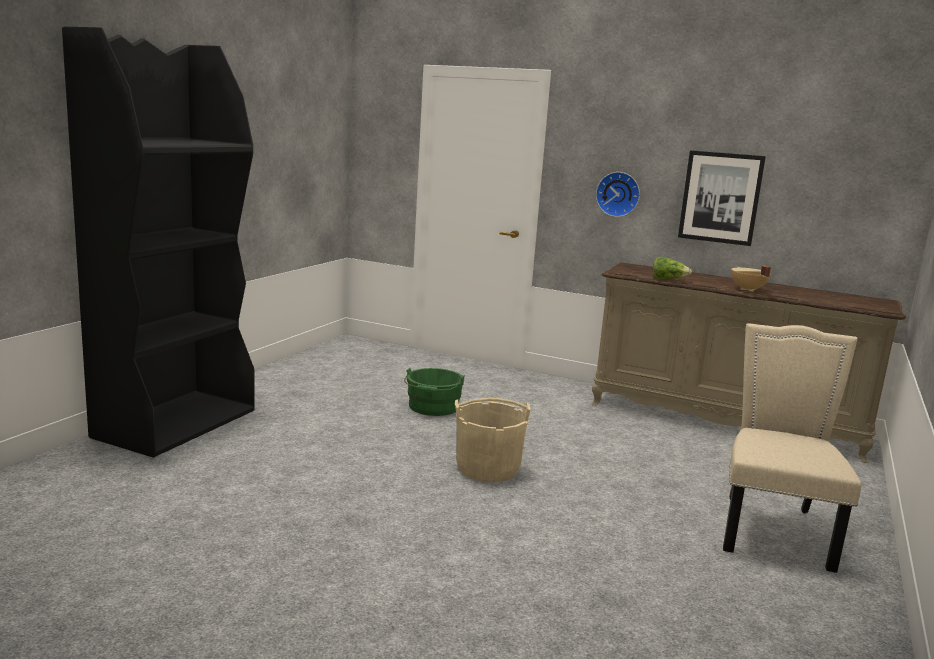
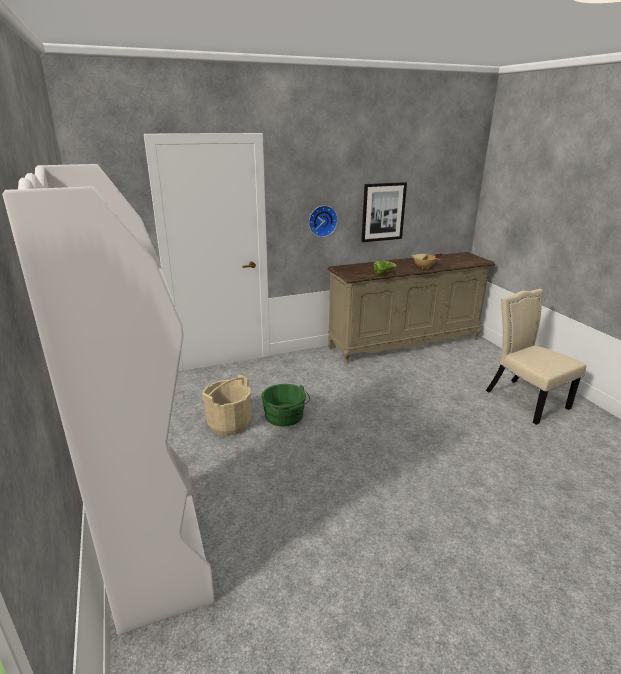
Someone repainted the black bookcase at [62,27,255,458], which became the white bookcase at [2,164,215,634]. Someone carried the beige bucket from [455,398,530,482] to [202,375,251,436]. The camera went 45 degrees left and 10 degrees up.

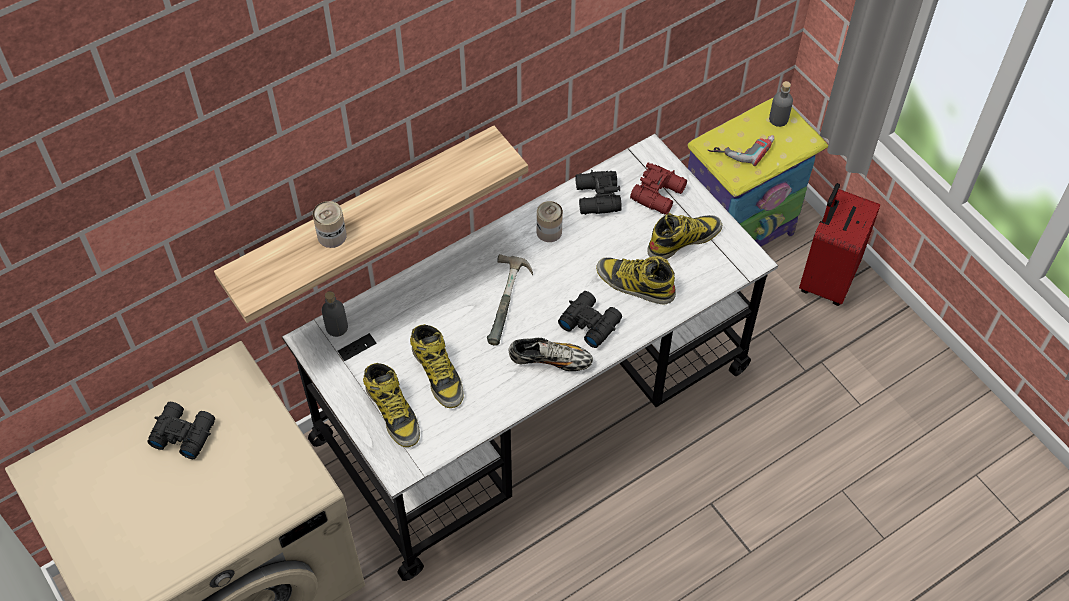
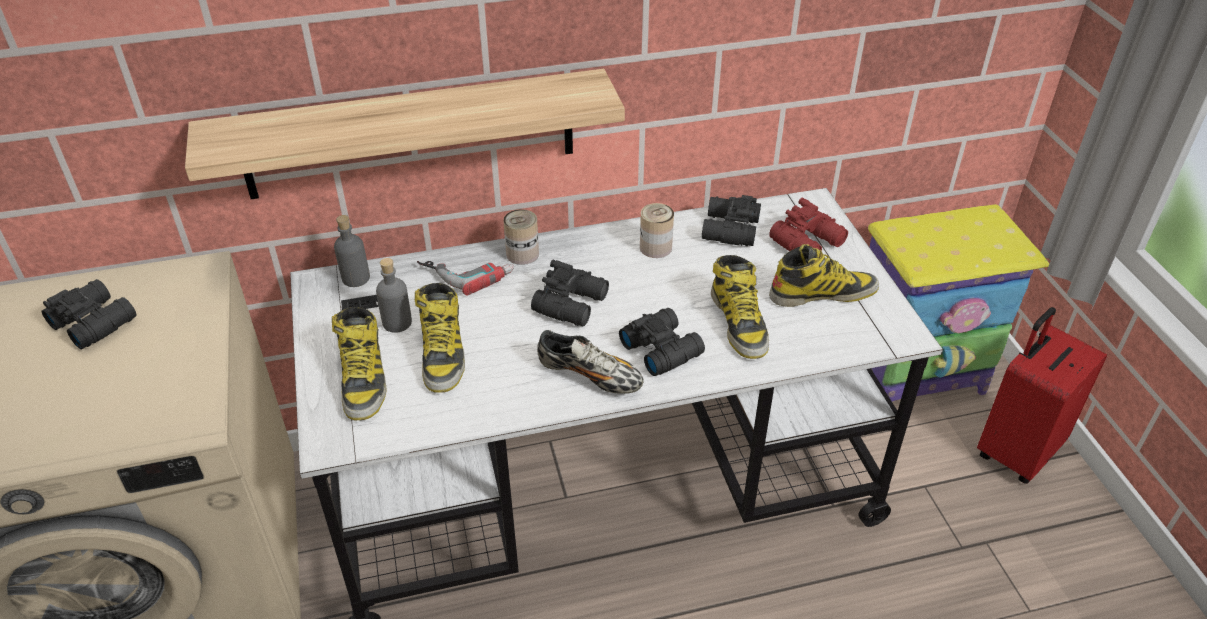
Someone carried the grey bottle from [769,81,793,127] to [376,258,412,333]. Someone carried the power drill from [708,135,774,166] to [417,261,514,295]. Someone carried the can from [313,201,347,248] to [503,209,539,265]. Someone swapped the hammer at [487,254,533,346] for the black binoculars at [531,260,609,326]. Someone rotated the boot at [596,256,676,304] by 150 degrees counterclockwise. The camera went 20 degrees right and 15 degrees down.

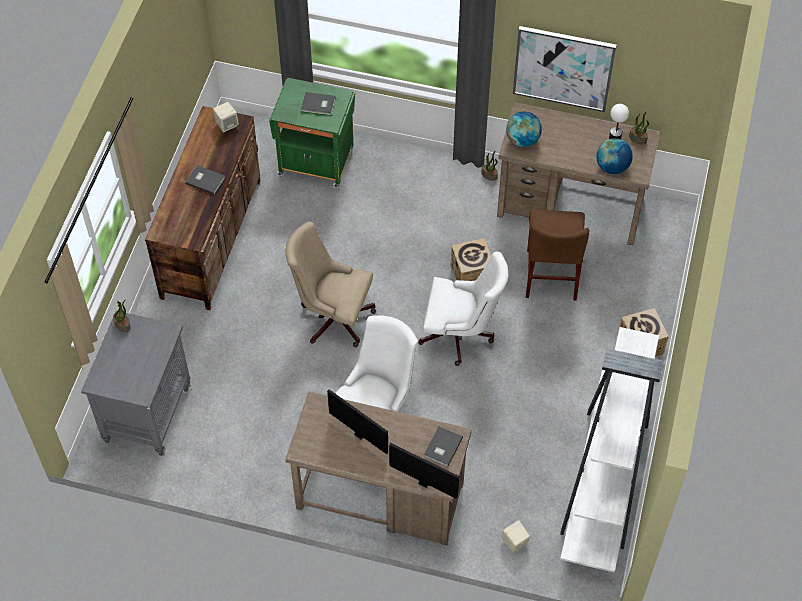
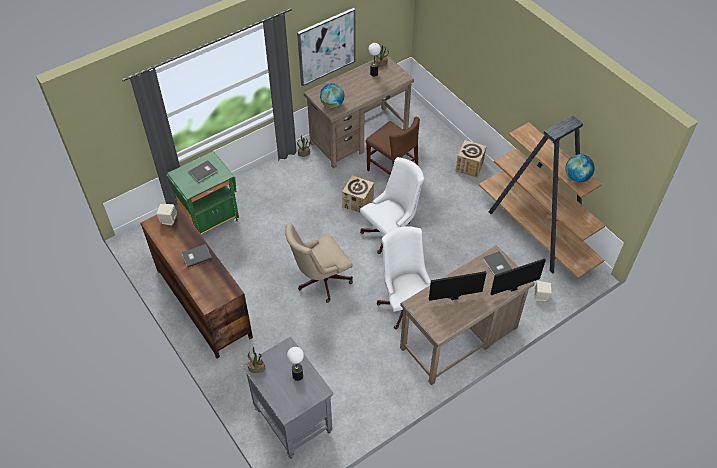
Someone carried the globe from [596,138,633,174] to [565,154,595,182]. Someone repainted the white bookcase at [560,327,664,572], which became the brown bookcase at [479,115,605,278]. Someone put down the table lamp at [287,347,304,381]. The camera went 50 degrees left and 5 degrees down.

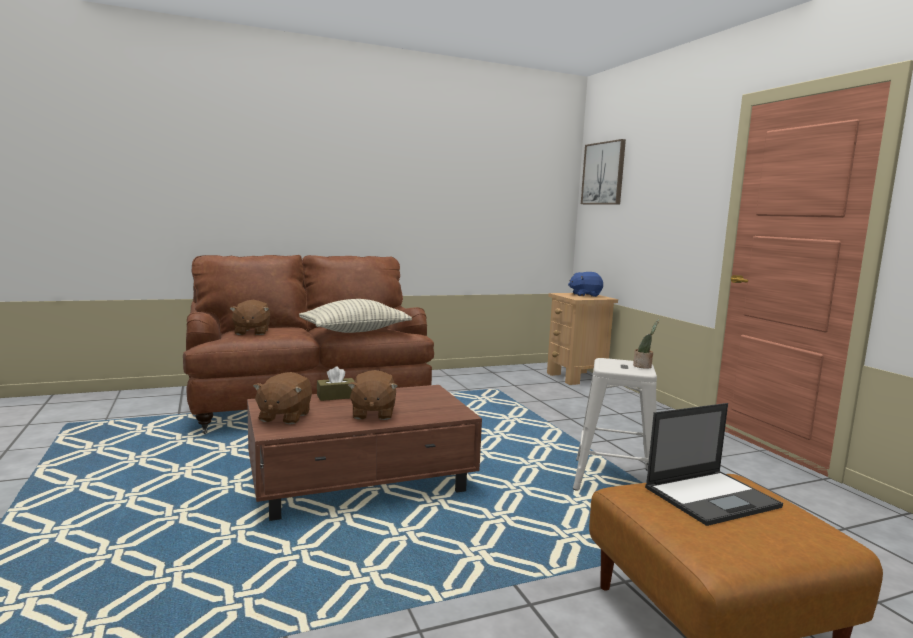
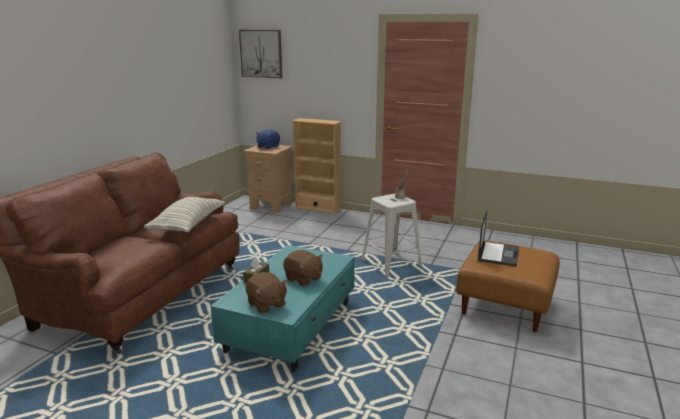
Someone took away the brown plush toy at [230,300,270,335]. Someone repainted the brown coffee table at [247,385,482,521], which became the turquoise coffee table at [210,245,355,372]. Someone put down the beige bookcase at [292,118,342,214]. The camera went 45 degrees left and 10 degrees up.

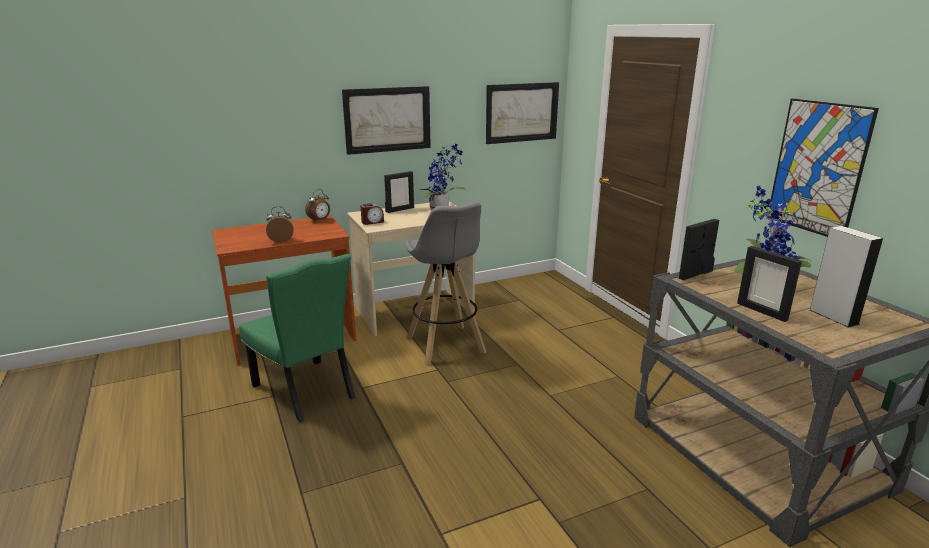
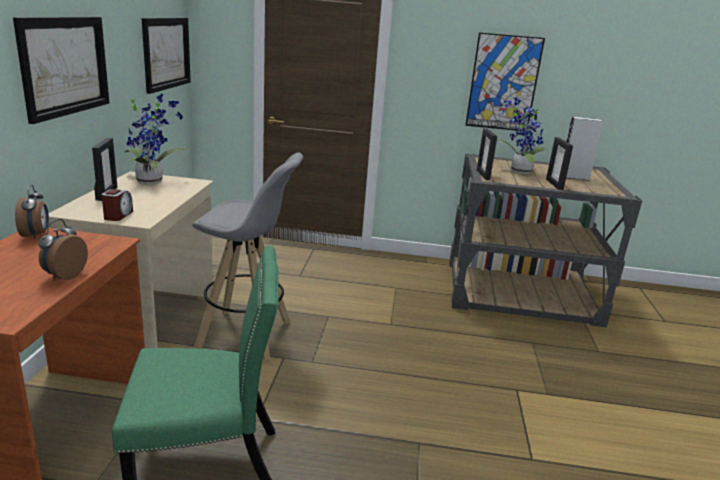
Someone rotated the picture frame at [737,246,802,322] by 90 degrees clockwise. The camera went 60 degrees left and 0 degrees up.

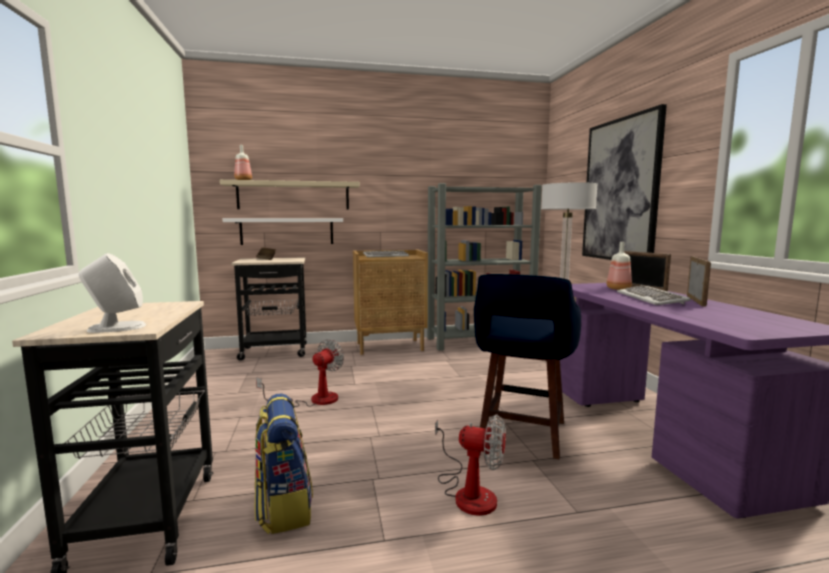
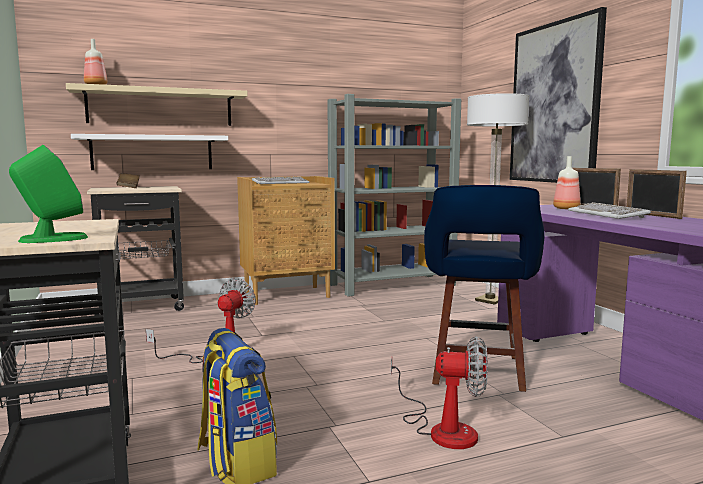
Someone repainted the white speaker at [79,253,146,333], which became the green speaker at [9,145,88,243]. Someone rotated the picture frame at [687,256,711,307] by 150 degrees clockwise. The camera went 10 degrees left and 0 degrees up.

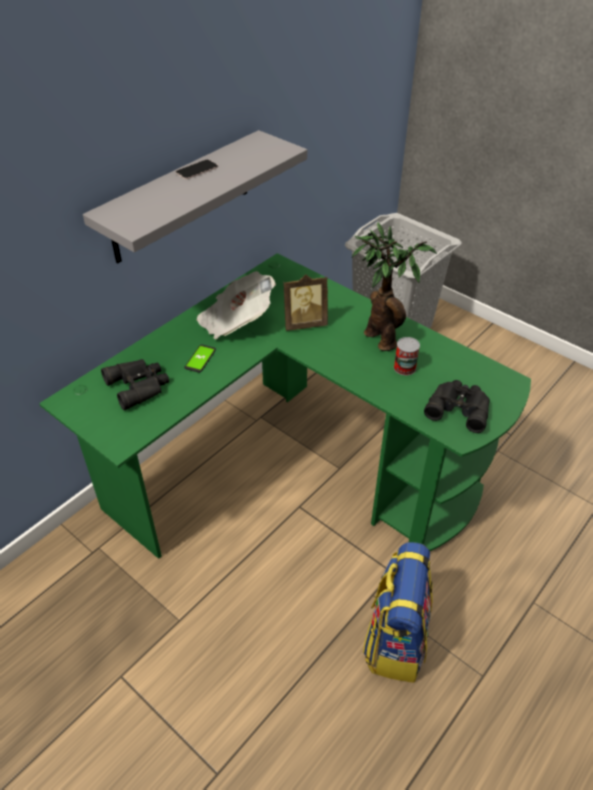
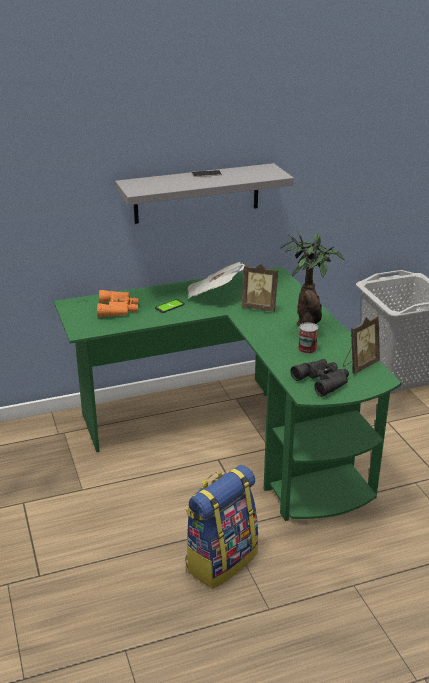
Someone repainted the black binoculars at [101,359,169,410], which became the orange binoculars at [97,290,139,317]. Someone put down the picture frame at [343,316,380,374]. The camera went 30 degrees right and 15 degrees down.

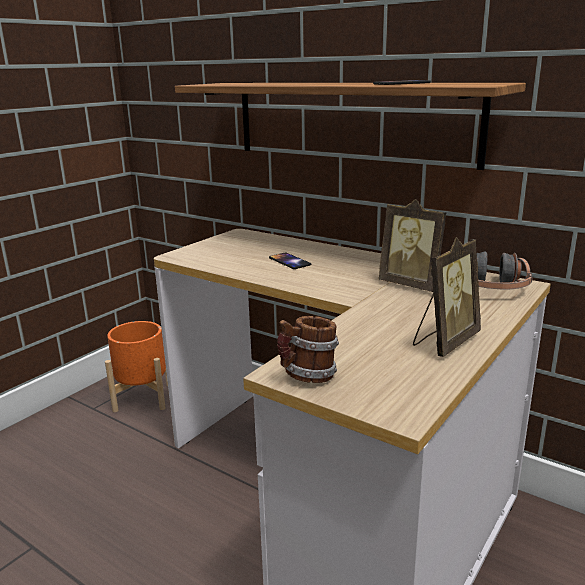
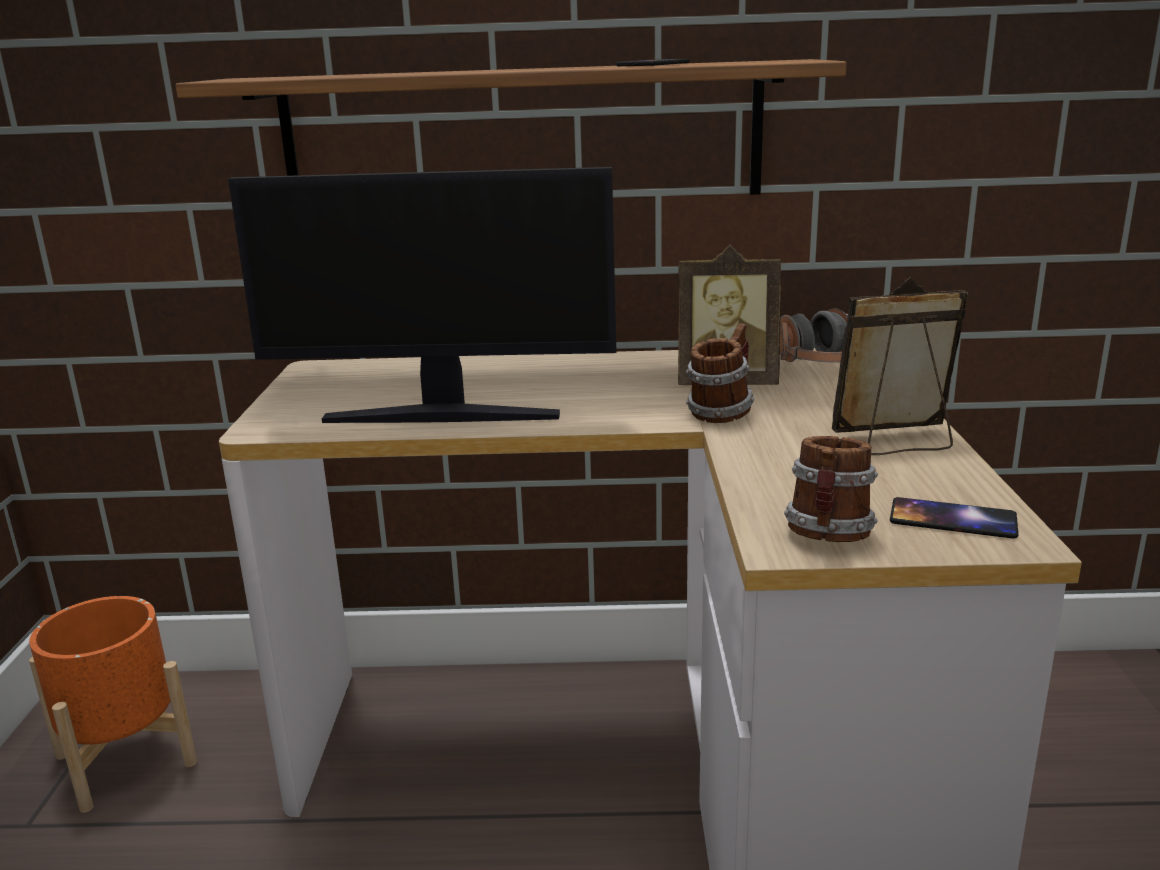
Someone rotated the picture frame at [413,237,481,357] by 105 degrees counterclockwise. Someone carried the phone from [269,252,311,269] to [890,497,1018,539]. Someone put down the monitor at [228,167,616,423]. Someone put down the mug at [686,323,754,423]. The camera went 35 degrees left and 0 degrees up.

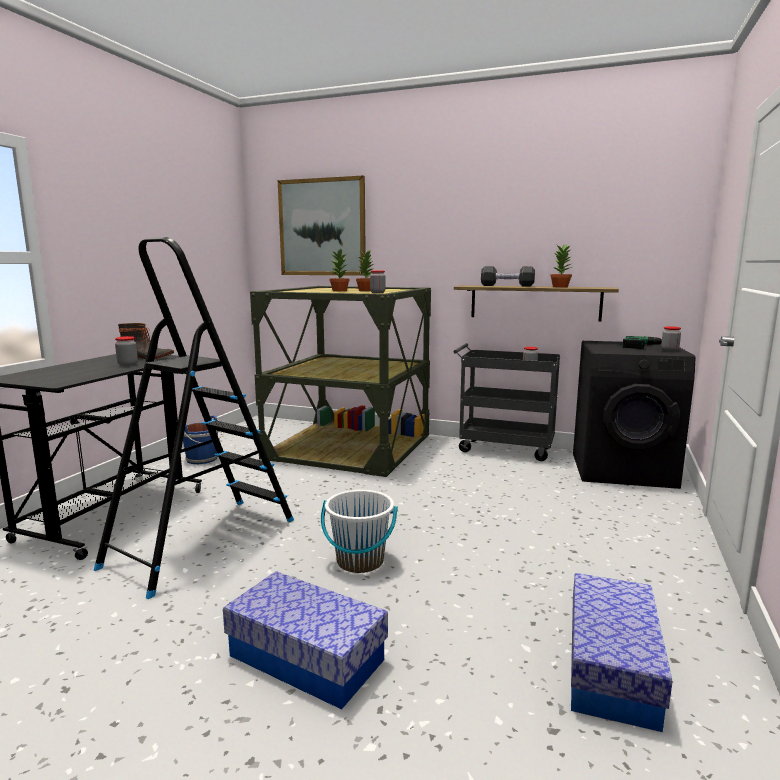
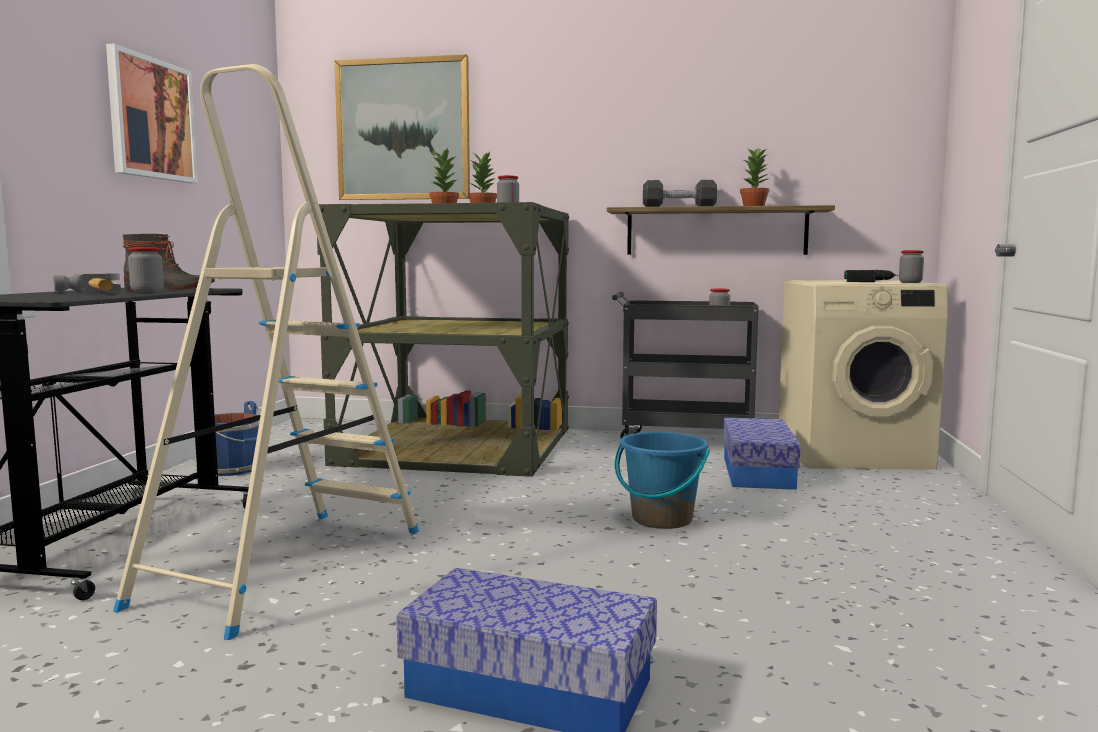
Someone repainted the black step ladder at [94,237,294,599], which became the beige step ladder at [113,64,419,640]. Someone repainted the black washing machine at [573,341,696,489], which became the beige washing machine at [779,280,948,470]. Someone took away the white bucket at [321,490,398,573]. Someone carried the storage box from [571,573,673,732] to [723,418,801,490]. Someone put up the picture at [106,44,198,183]. Someone put down the hammer at [53,273,121,292]. Someone put down the blue bucket at [615,432,710,529]. The camera went 10 degrees left and 5 degrees down.

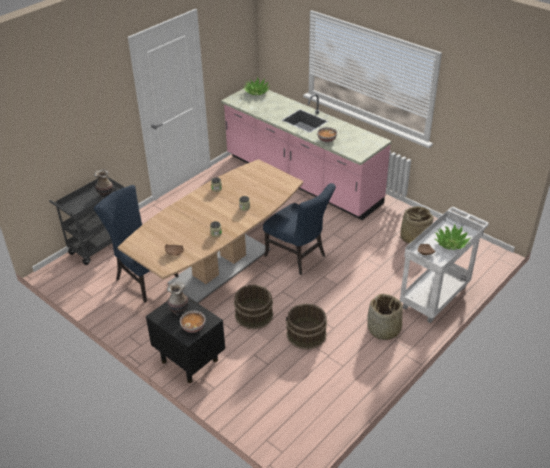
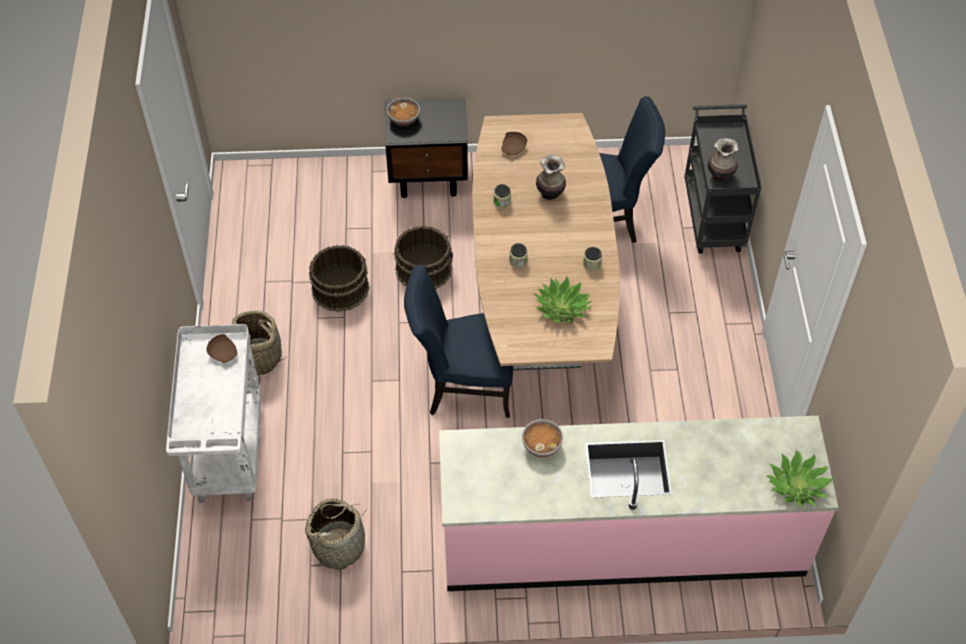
Someone carried the potted plant from [435,224,470,250] to [533,276,592,323]. Someone carried the vase from [167,282,189,315] to [536,155,566,200]. The camera went 135 degrees right and 15 degrees up.

